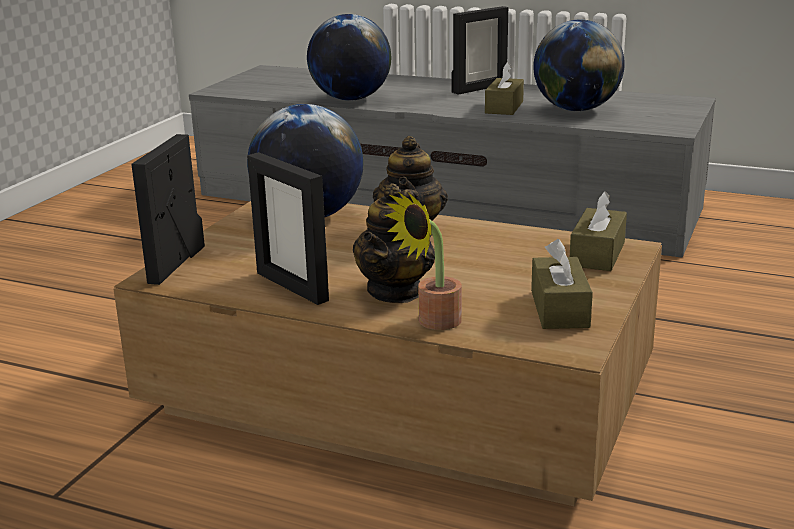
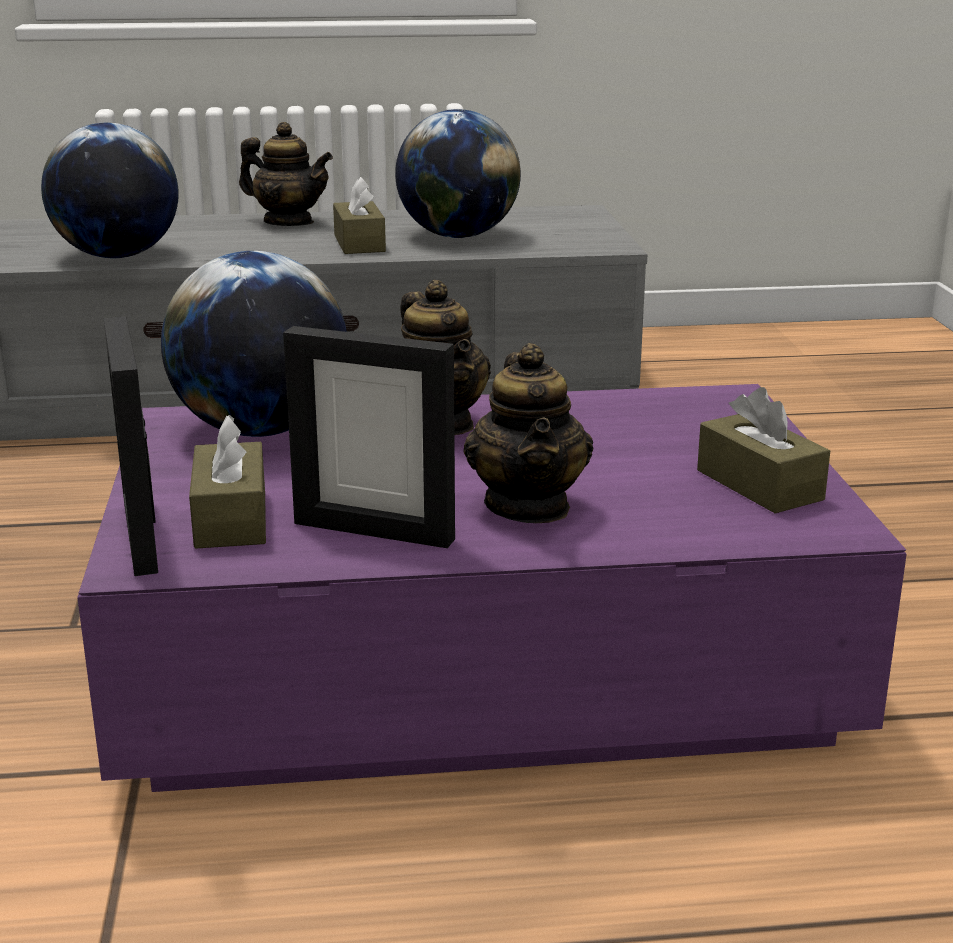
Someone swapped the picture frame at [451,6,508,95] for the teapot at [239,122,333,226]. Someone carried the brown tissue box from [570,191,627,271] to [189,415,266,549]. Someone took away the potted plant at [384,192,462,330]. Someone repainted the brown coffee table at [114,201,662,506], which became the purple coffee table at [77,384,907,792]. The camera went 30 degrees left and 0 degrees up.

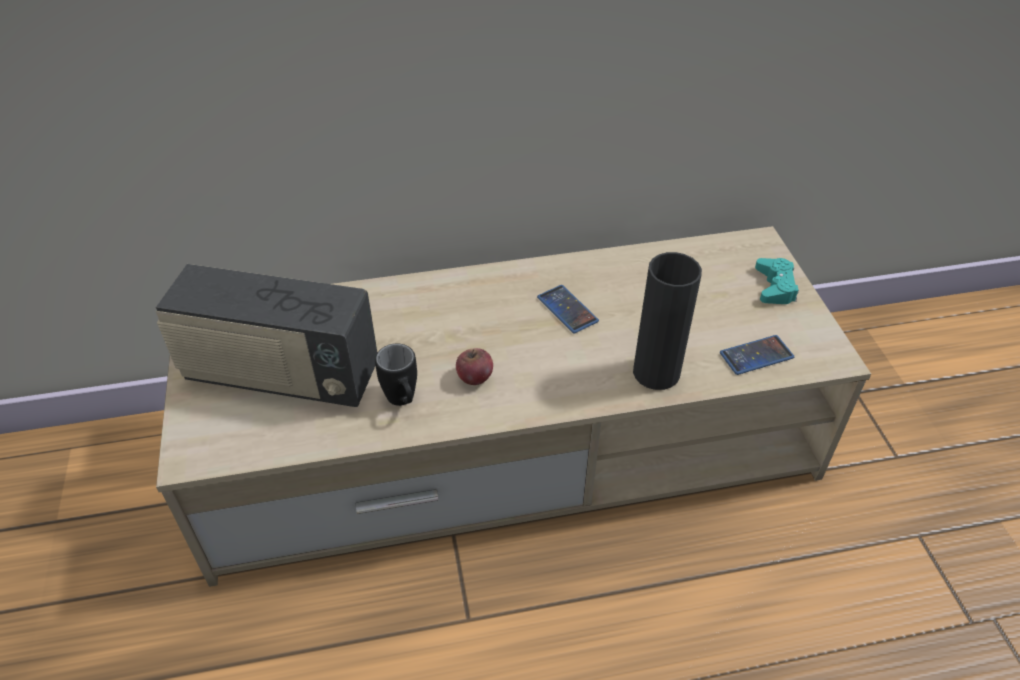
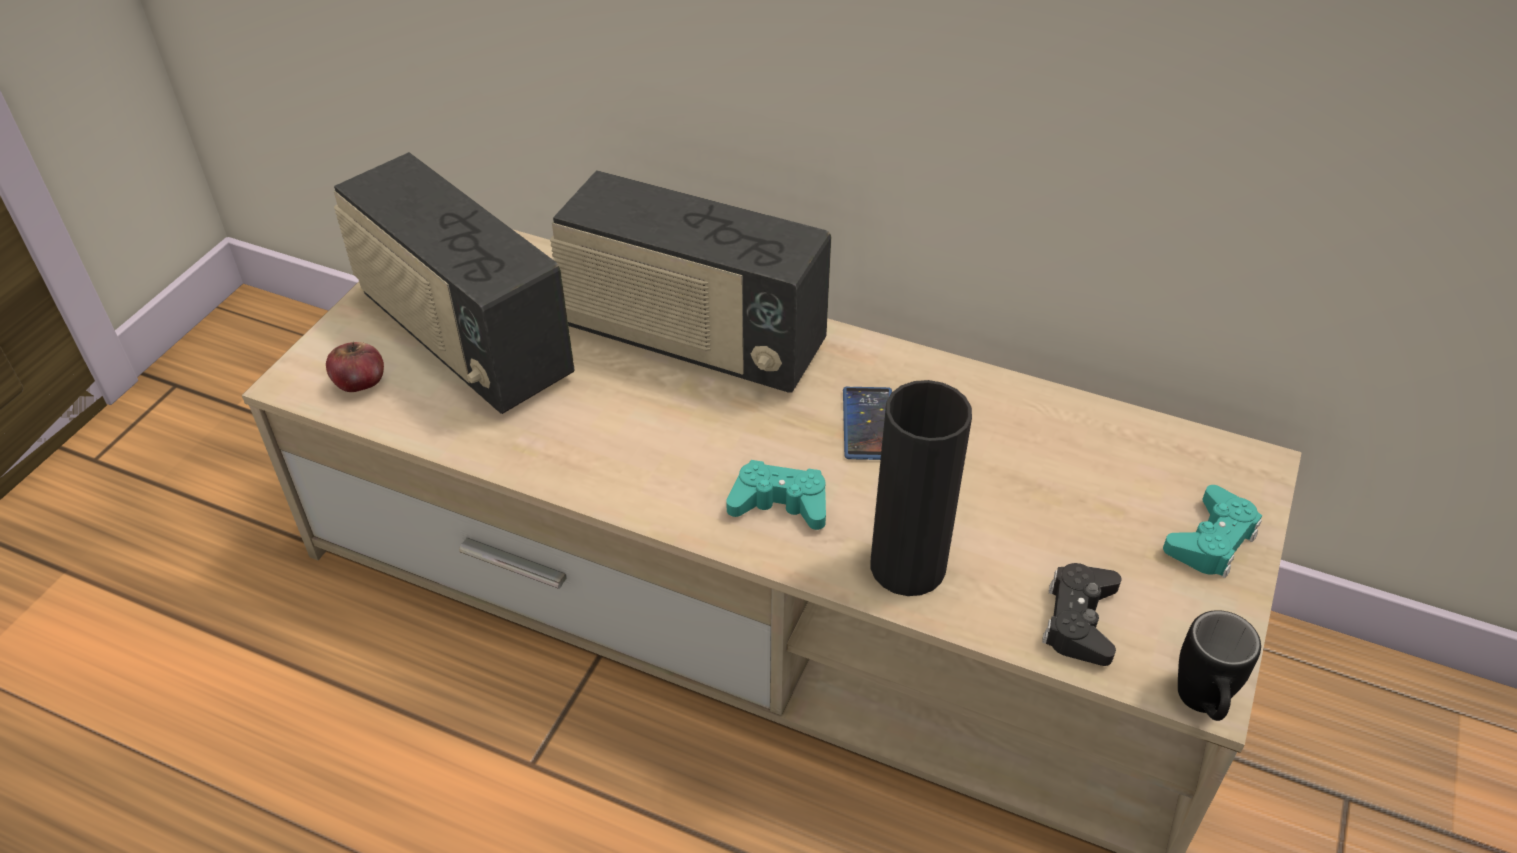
Someone swapped the phone at [720,335,794,375] for the black game controller at [1042,563,1122,666]. Someone carried the black mug from [375,344,417,406] to [1178,610,1261,721]. Someone carried the apple from [456,348,493,385] to [326,342,384,392]. Someone put down the radio at [550,170,831,393]. Someone put down the turquoise game controller at [726,460,826,530]. The camera went 35 degrees right and 0 degrees up.

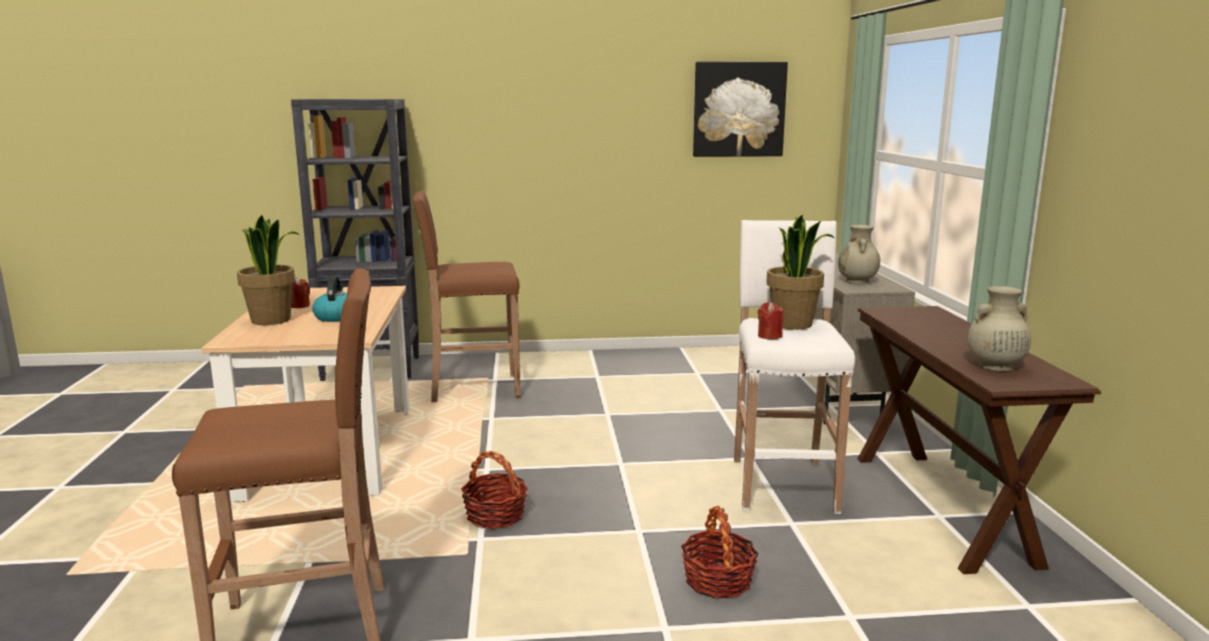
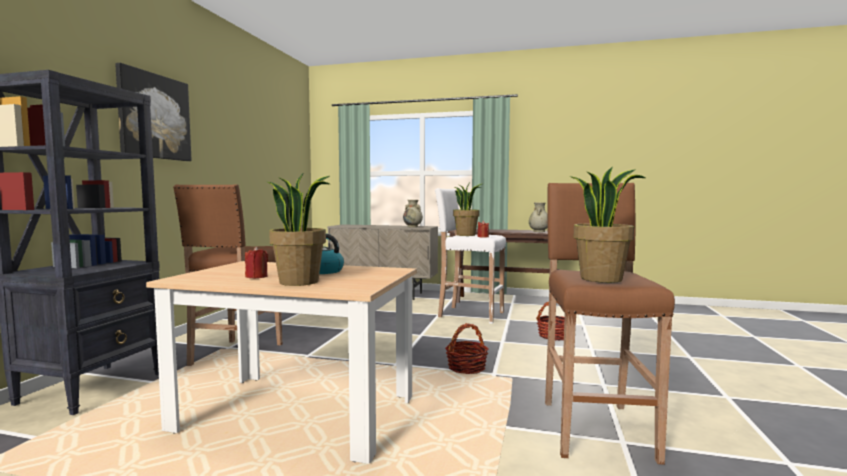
Someone carried the picture from [693,62,788,157] to [115,63,192,161]. Someone put down the potted plant at [569,166,646,283]. The camera went 70 degrees left and 10 degrees down.

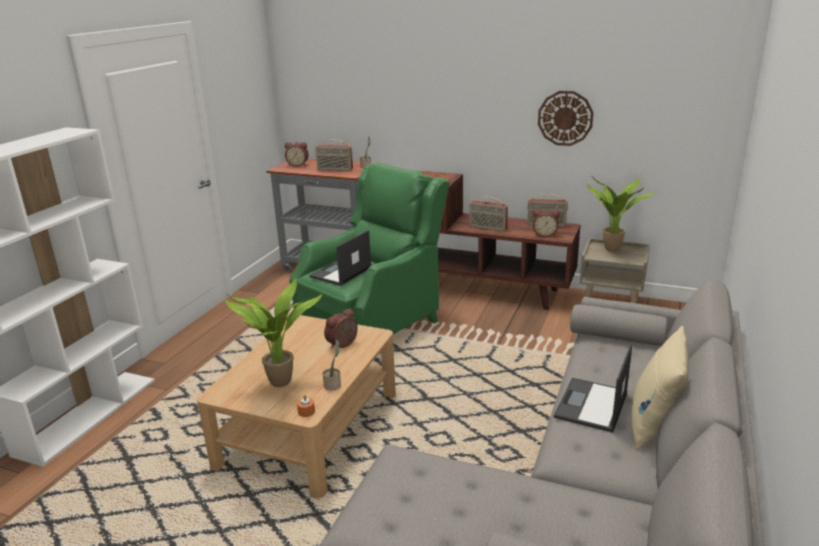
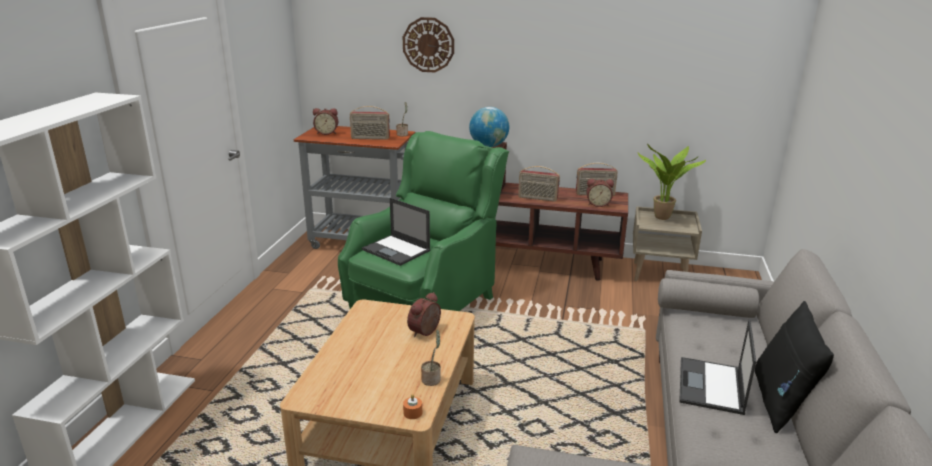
Someone carried the wall clock from [538,91,594,146] to [403,17,454,73]. Someone rotated the laptop at [309,230,371,286] by 75 degrees counterclockwise. Someone took away the potted plant at [225,278,322,387]. Someone repainted the beige pillow at [631,326,689,450], which became the black pillow at [755,301,834,433]. Someone put down the globe at [469,107,509,147]. The camera went 10 degrees left and 0 degrees up.

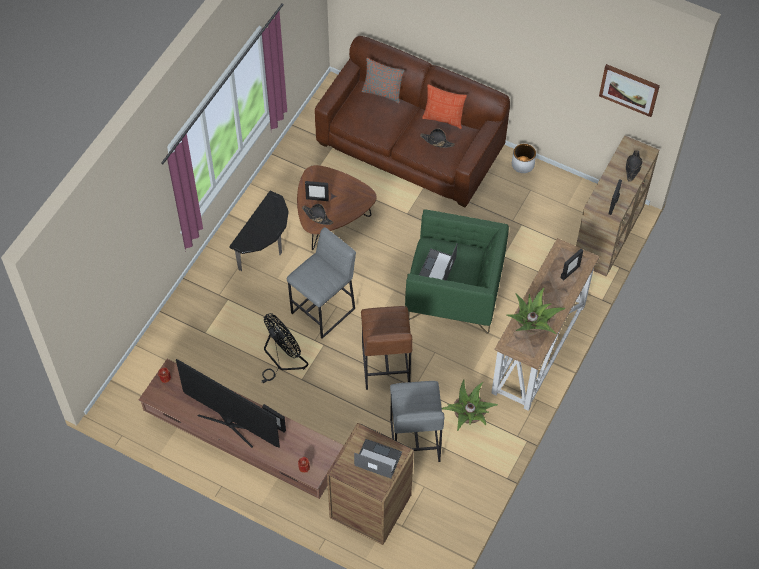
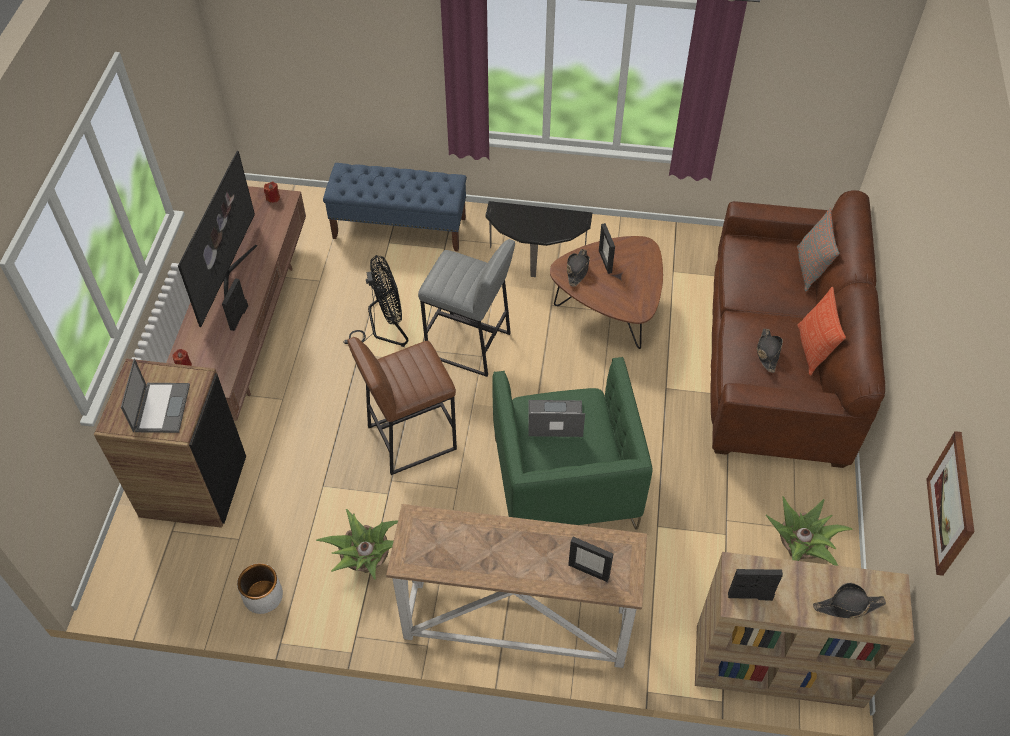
Someone carried the white planter from [512,144,536,173] to [237,563,283,614]. Someone carried the potted plant from [507,287,565,334] to [766,496,853,566]. Someone rotated the black fan at [261,313,308,383] by 45 degrees counterclockwise. Someone took away the grey stool at [390,381,444,462]. Someone put down the blue bench at [323,163,467,251]. The camera went 70 degrees right and 5 degrees down.

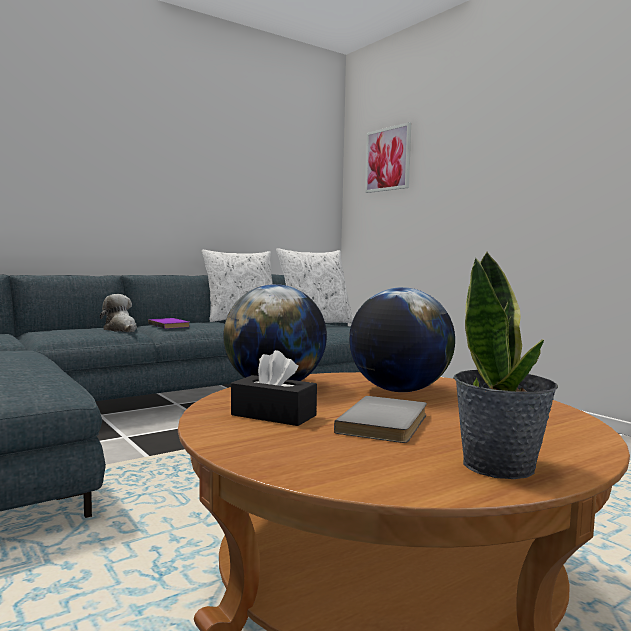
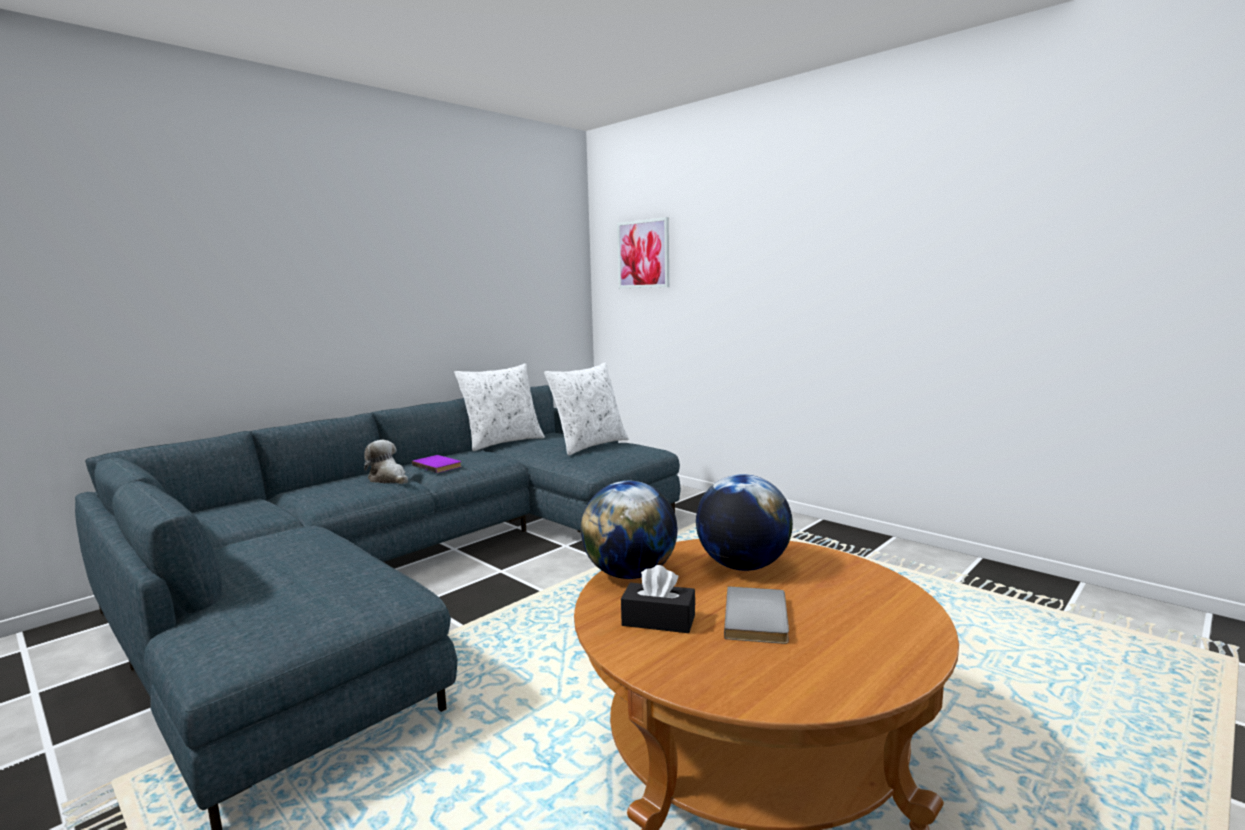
Someone took away the potted plant at [453,251,558,479]. The camera went 10 degrees left and 5 degrees up.

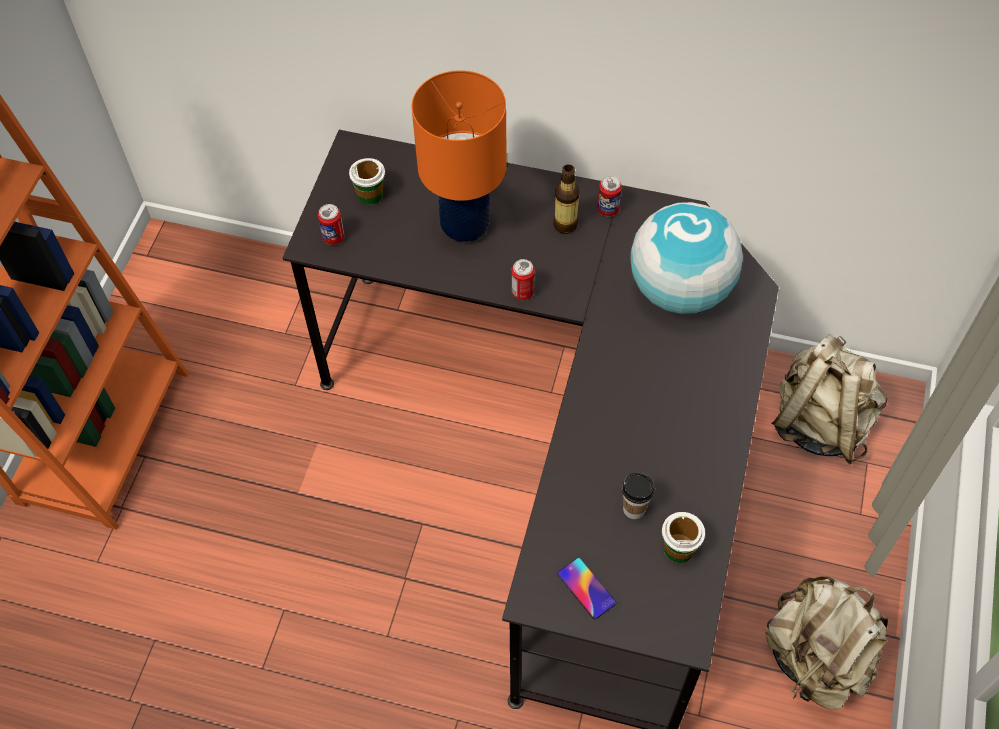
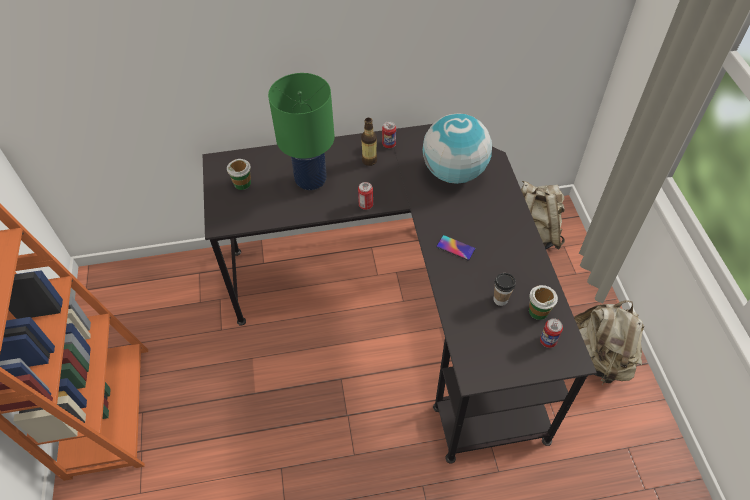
Someone repainted the orange table lamp at [412,70,507,242], which became the green table lamp at [268,73,335,190]. Someone carried the can from [318,204,344,245] to [540,318,563,348]. Someone carried the phone from [557,558,617,619] to [436,235,476,261]. The camera went 25 degrees left and 5 degrees down.

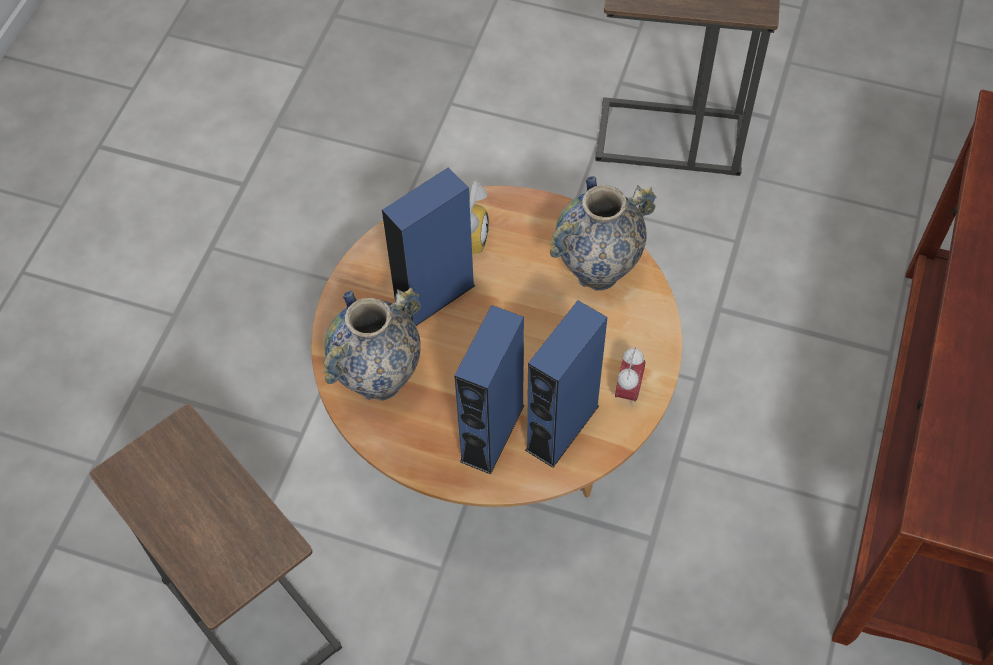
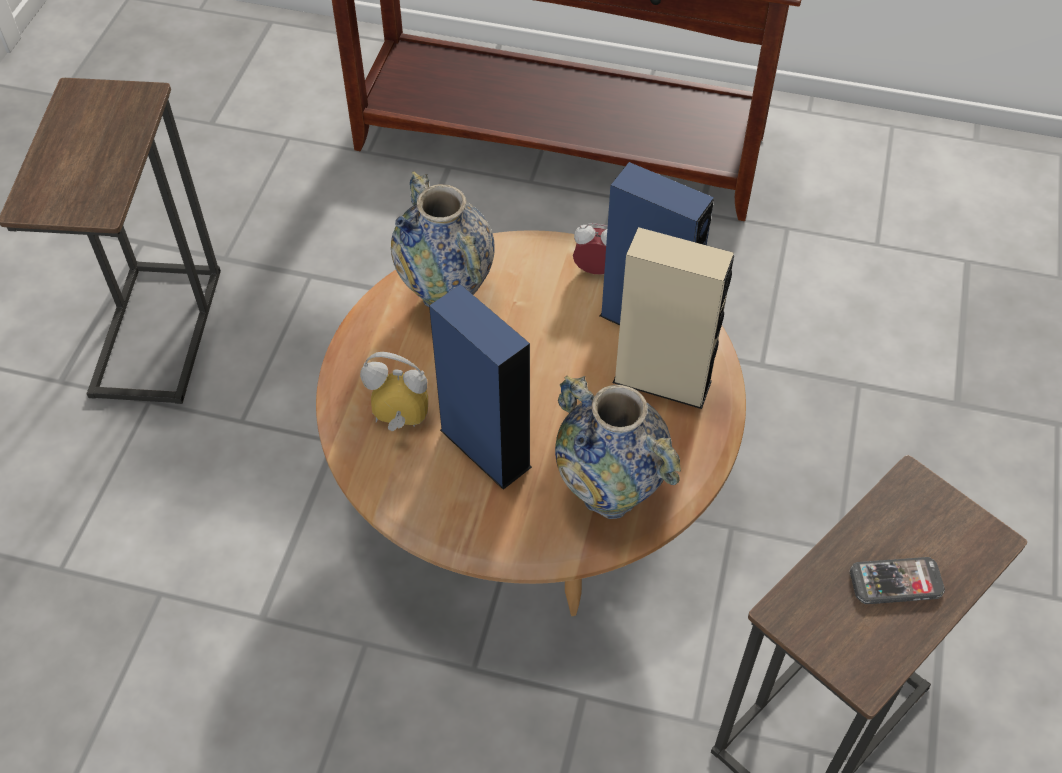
Someone repainted the blue speaker at [454,305,525,475], which became the beige speaker at [613,227,734,409]. Someone put down the phone at [850,557,945,604]. The camera went 95 degrees left and 5 degrees down.

